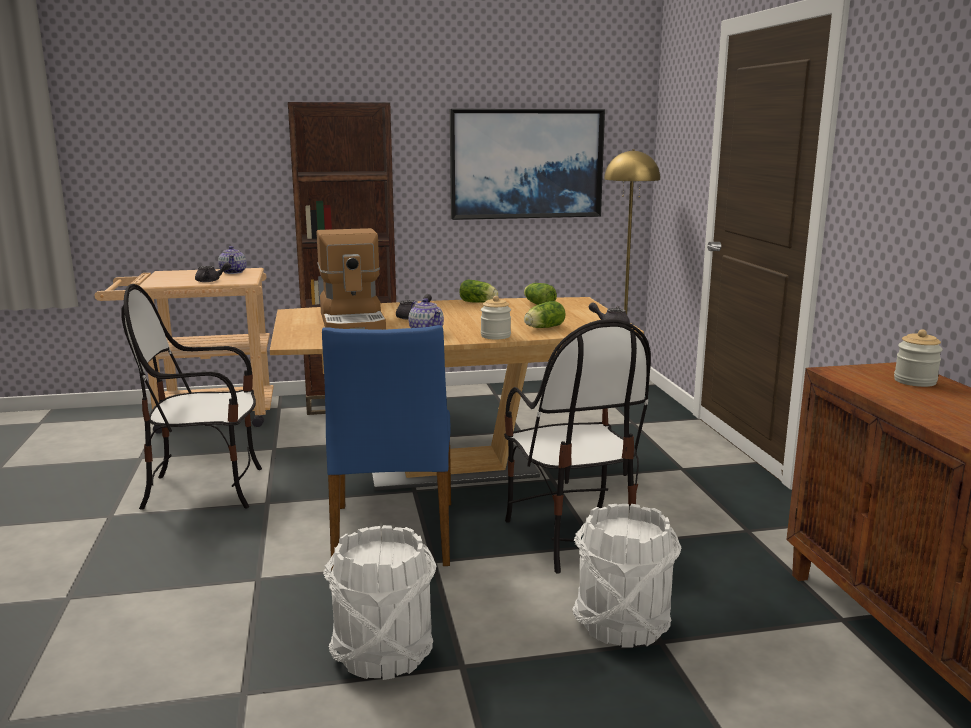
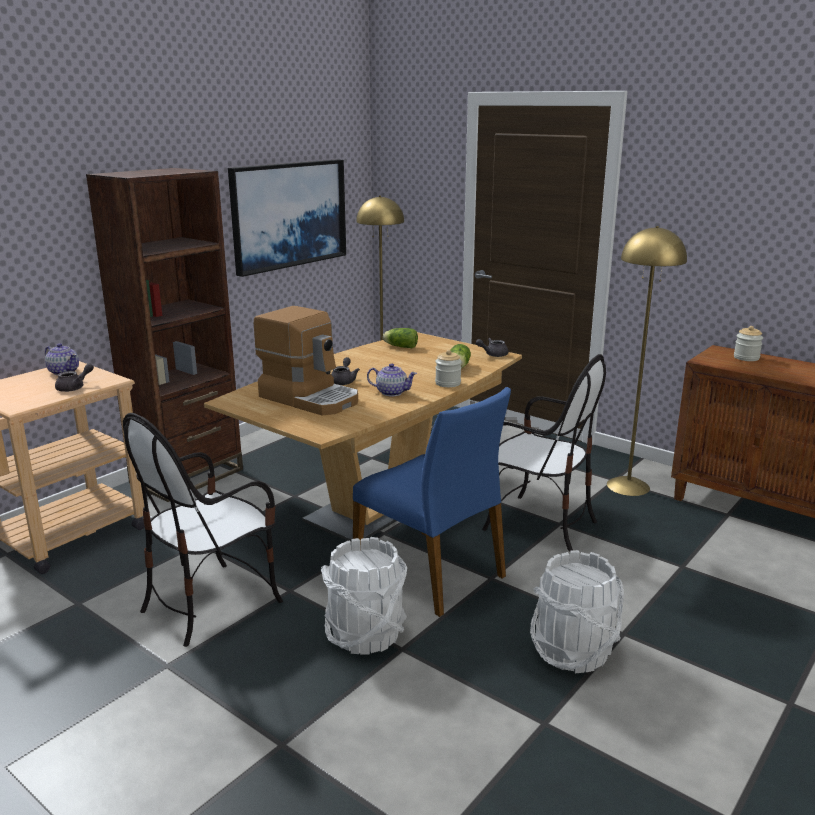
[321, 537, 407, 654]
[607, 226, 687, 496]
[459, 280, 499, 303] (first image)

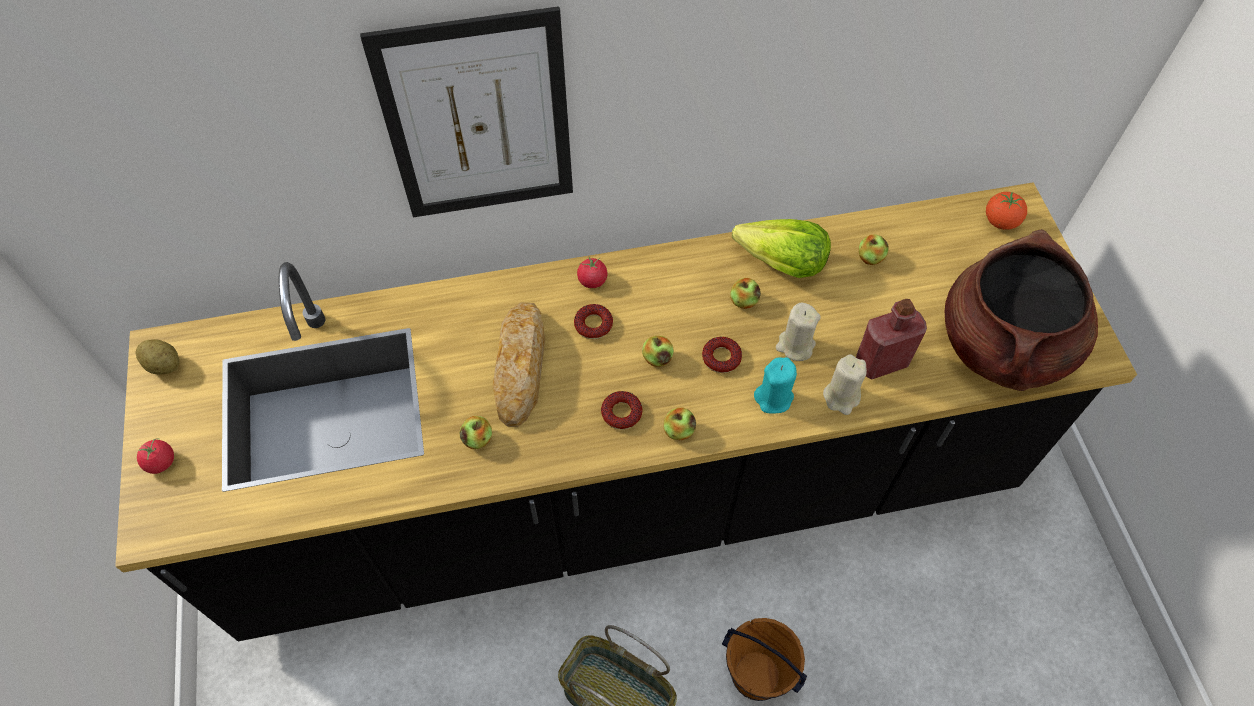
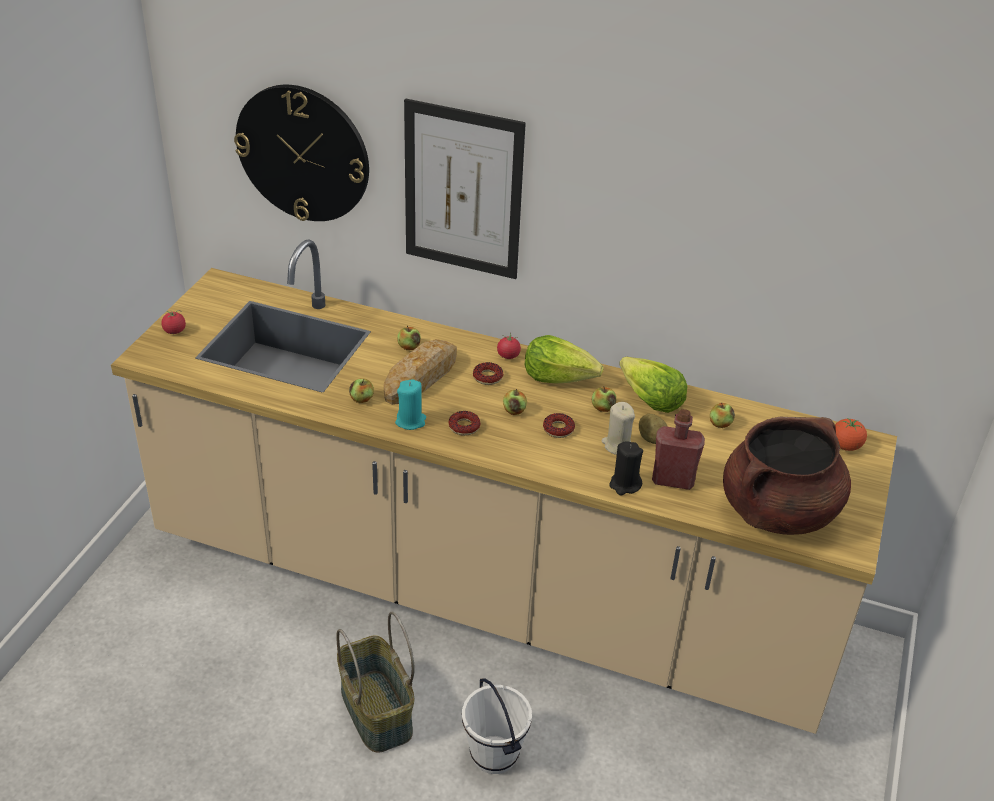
[111, 240, 897, 734]
[234, 85, 369, 221]
[395, 380, 426, 430]
[397, 326, 421, 350]
[462, 678, 532, 774]
[525, 335, 604, 383]
[609, 441, 643, 495]
[639, 414, 668, 444]

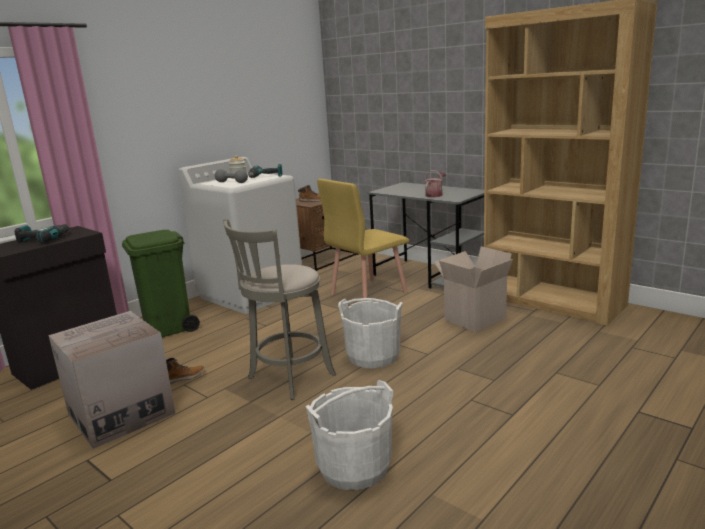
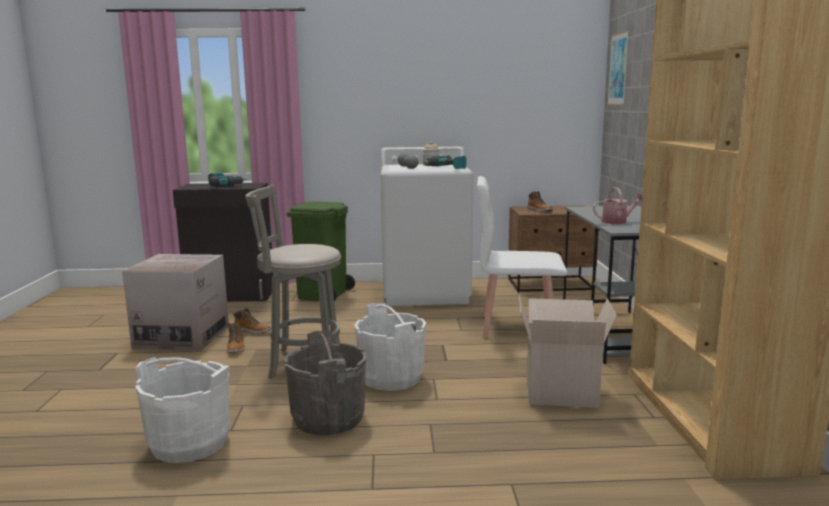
[227, 322, 245, 353]
[284, 331, 366, 435]
[477, 176, 567, 338]
[607, 30, 629, 105]

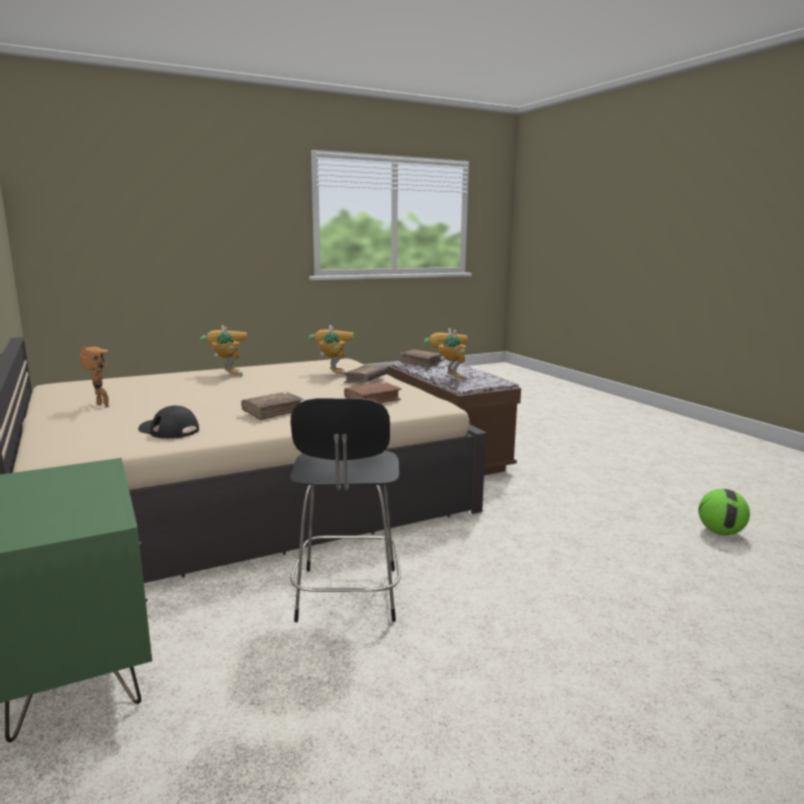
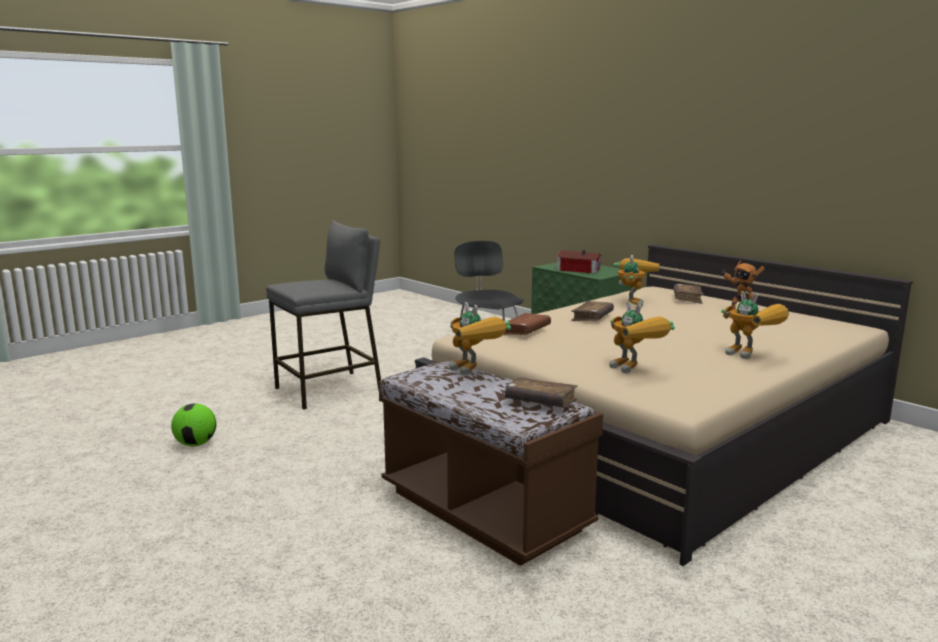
[266, 220, 381, 410]
[556, 250, 602, 273]
[613, 255, 660, 307]
[674, 284, 704, 304]

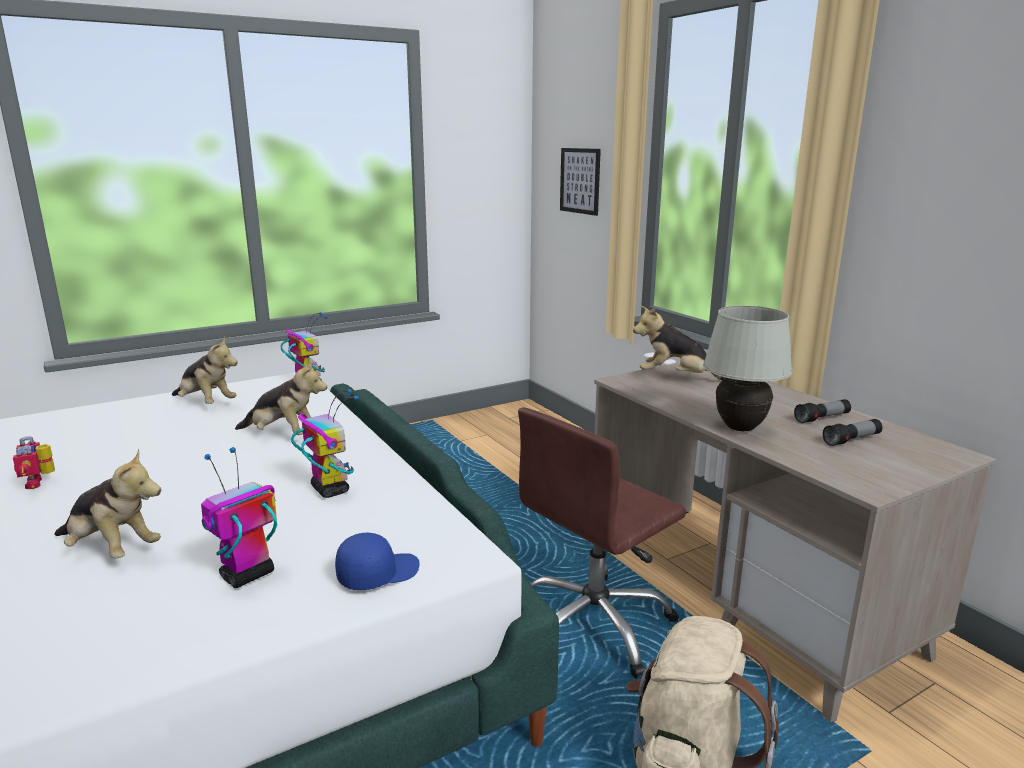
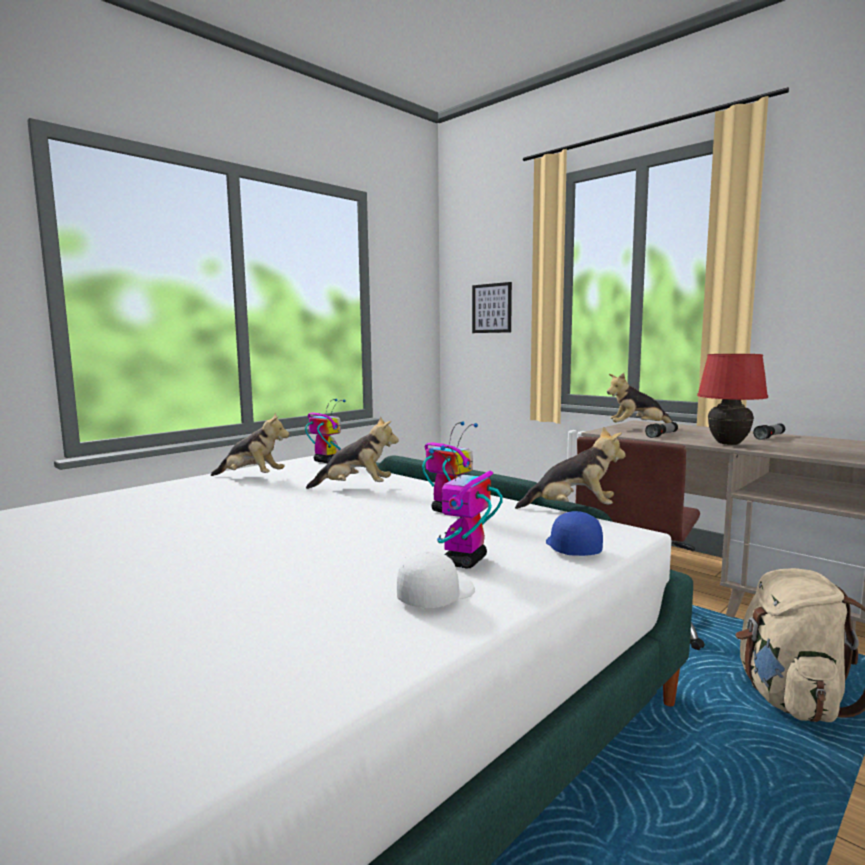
[397, 550, 475, 608]
[515, 427, 626, 509]
[546, 511, 603, 556]
[645, 422, 678, 438]
[697, 354, 768, 445]
[13, 436, 55, 489] (first image)

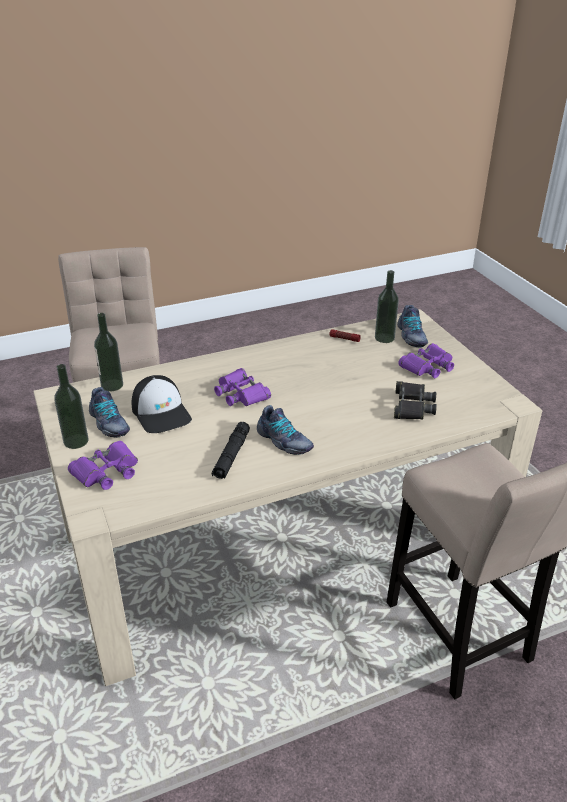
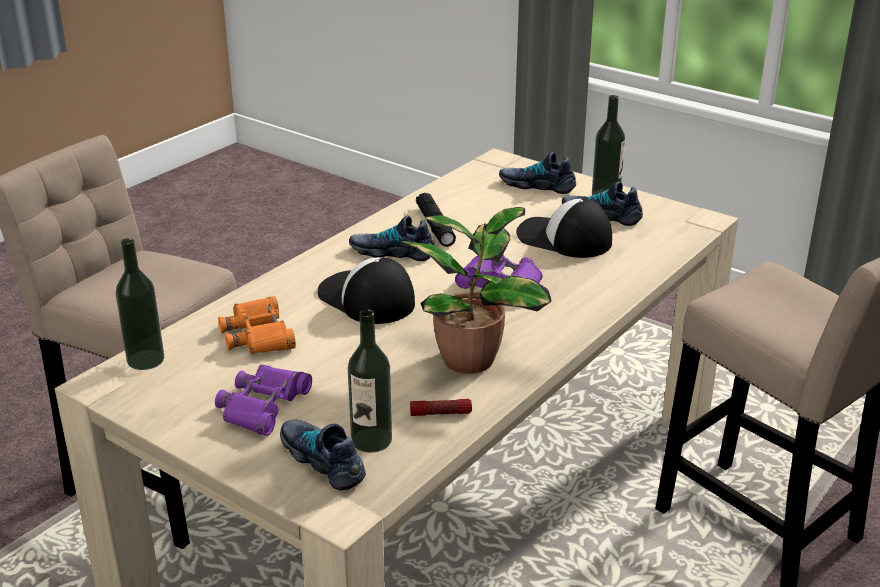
[116, 238, 164, 370]
[218, 296, 296, 354]
[317, 257, 415, 324]
[401, 207, 551, 374]
[499, 152, 576, 194]

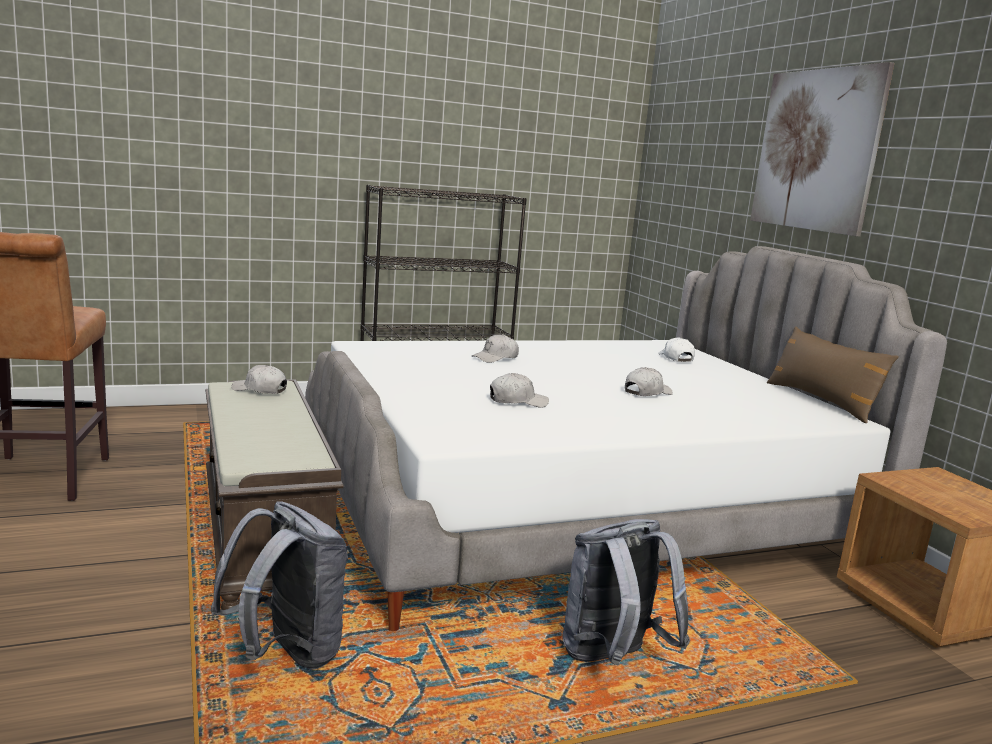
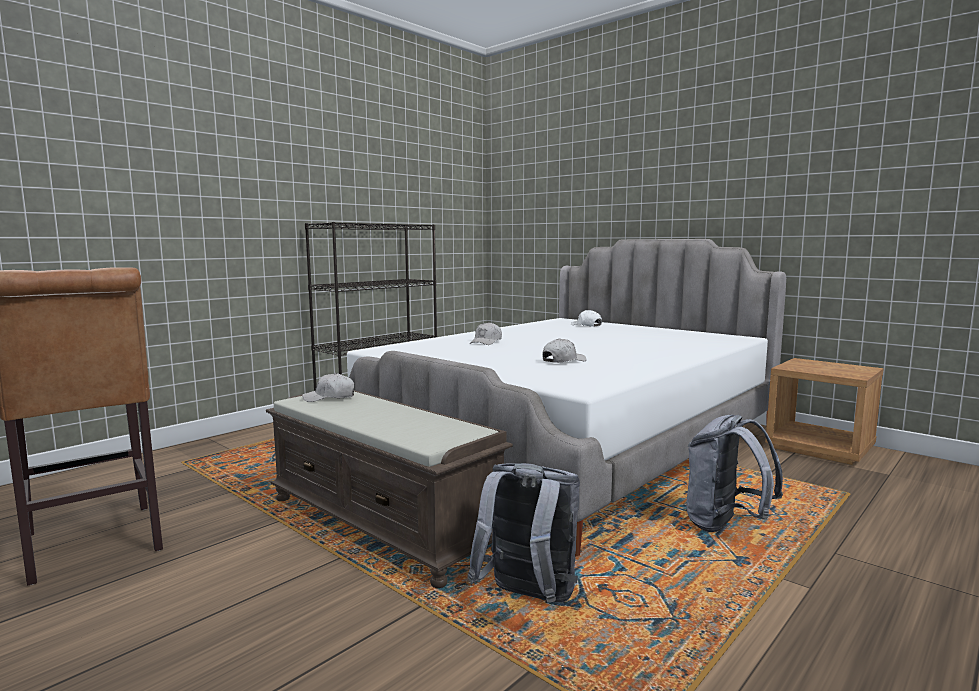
[625, 367, 673, 396] (first image)
[750, 62, 894, 236] (first image)
[767, 326, 899, 423] (first image)

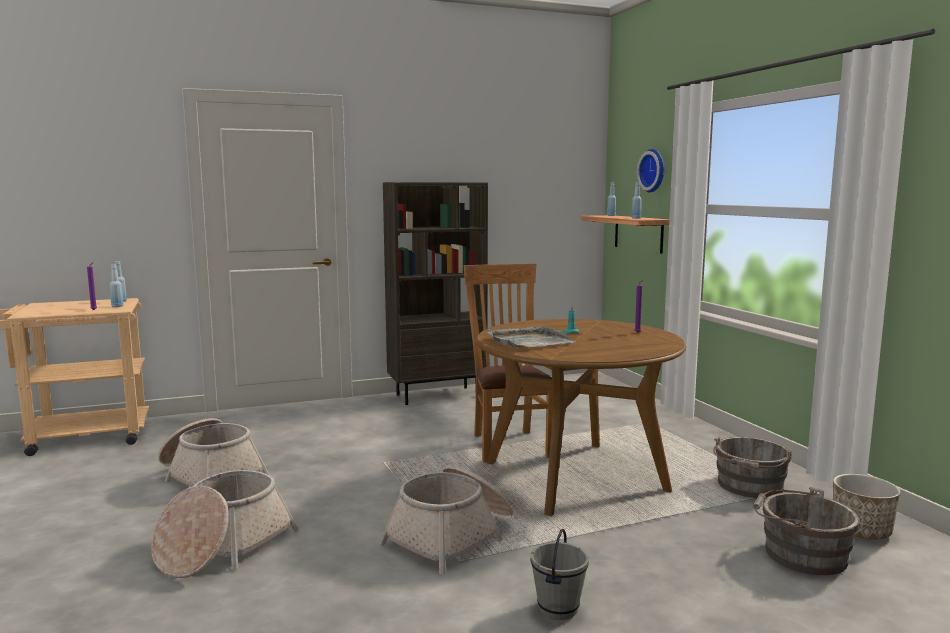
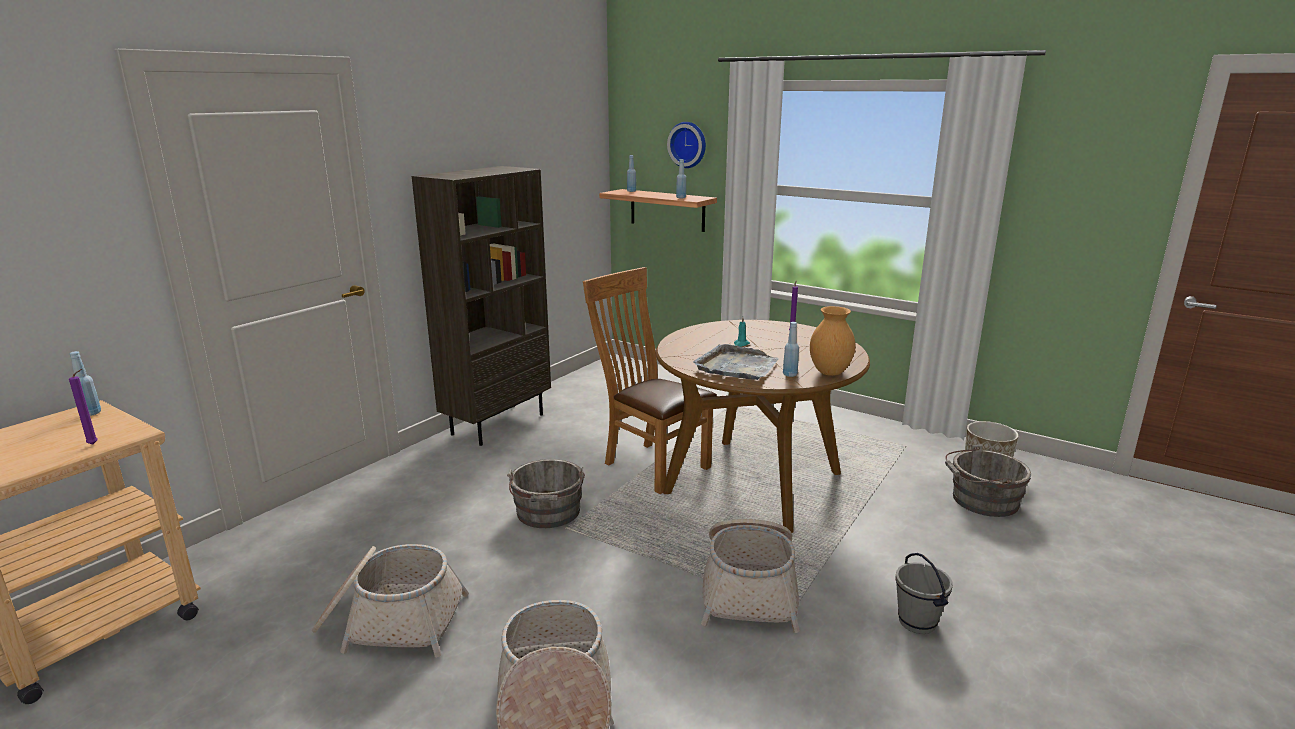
[507, 459, 585, 528]
[783, 322, 799, 377]
[810, 306, 855, 376]

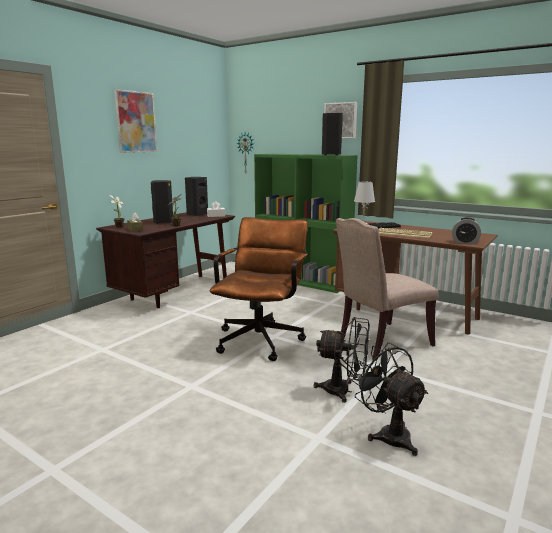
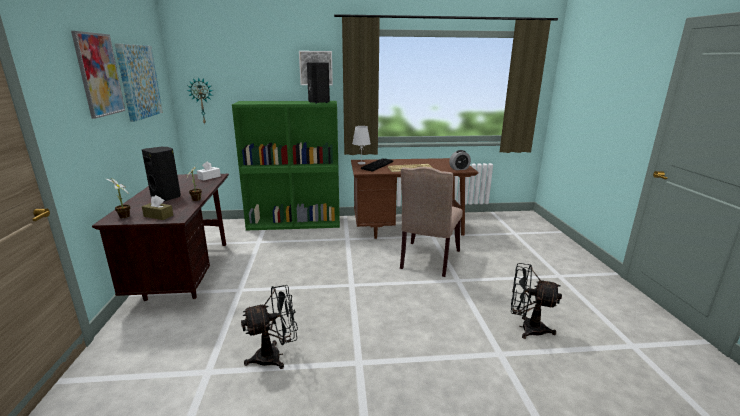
[115, 43, 163, 122]
[241, 285, 298, 369]
[185, 177, 208, 216] (first image)
[210, 217, 308, 361] (first image)

